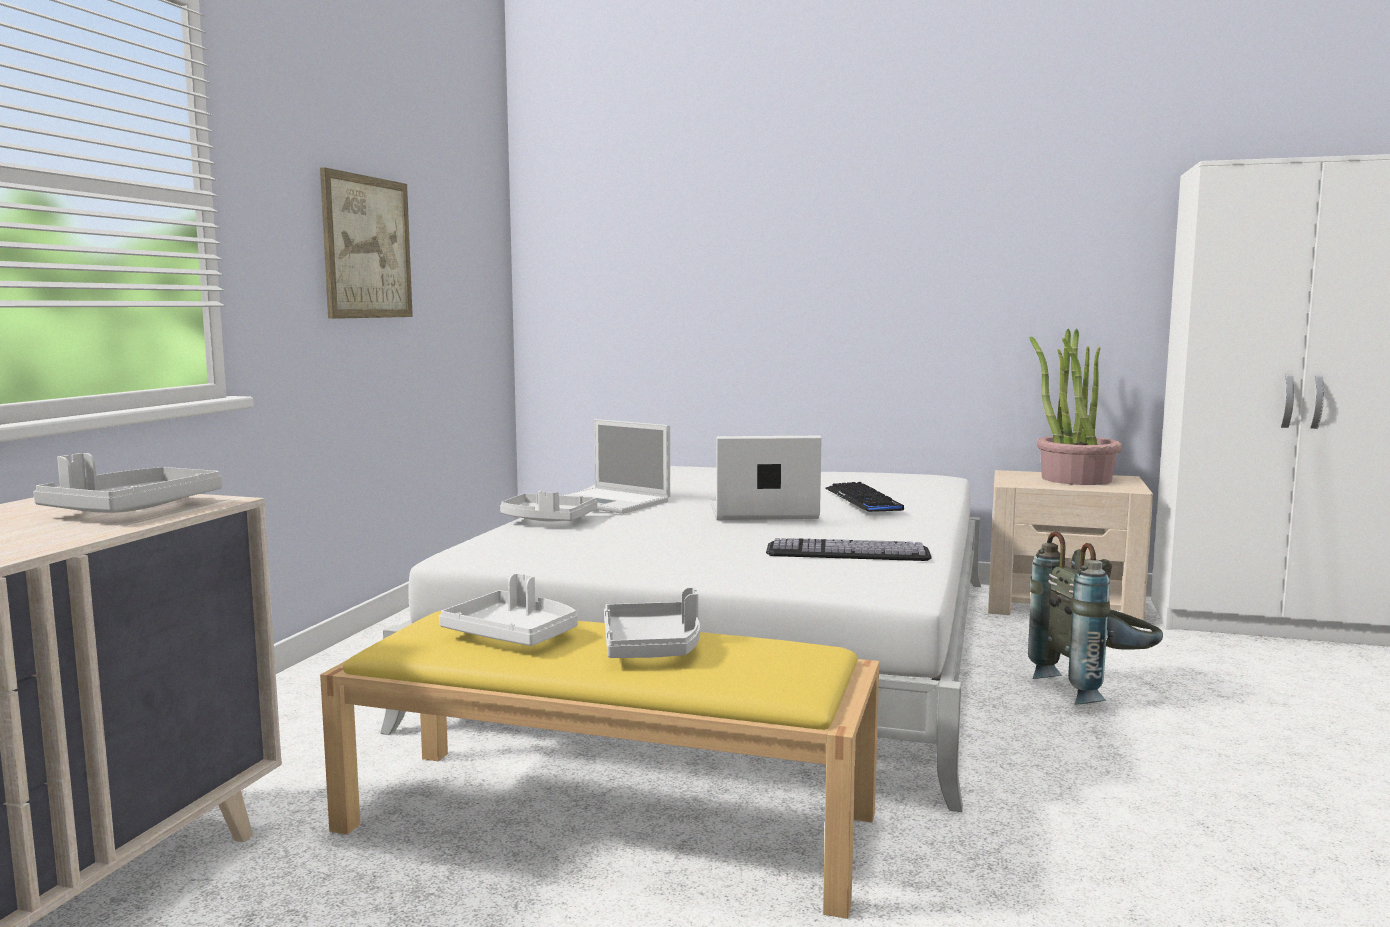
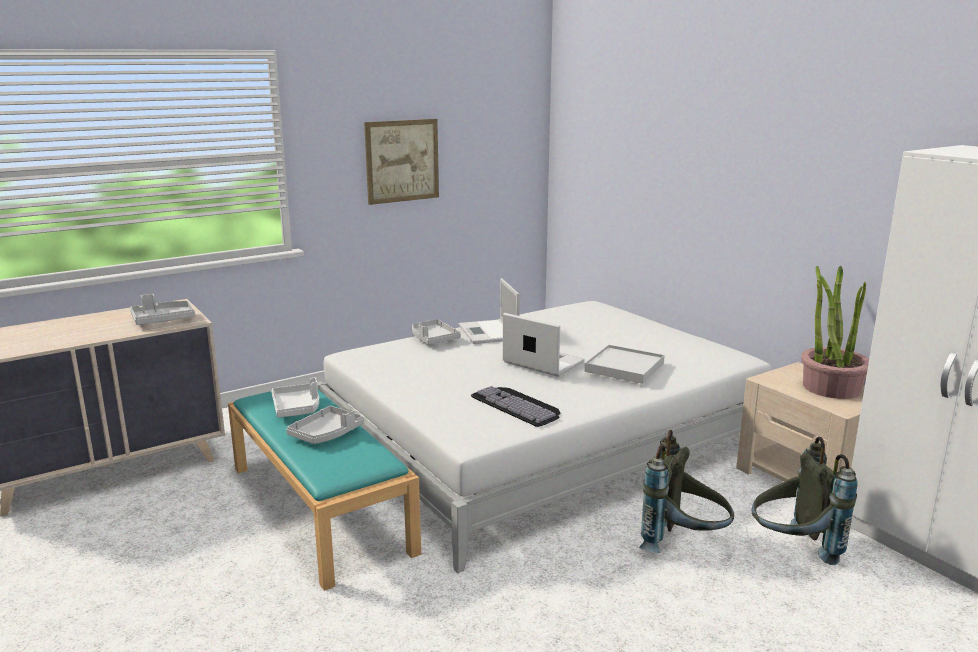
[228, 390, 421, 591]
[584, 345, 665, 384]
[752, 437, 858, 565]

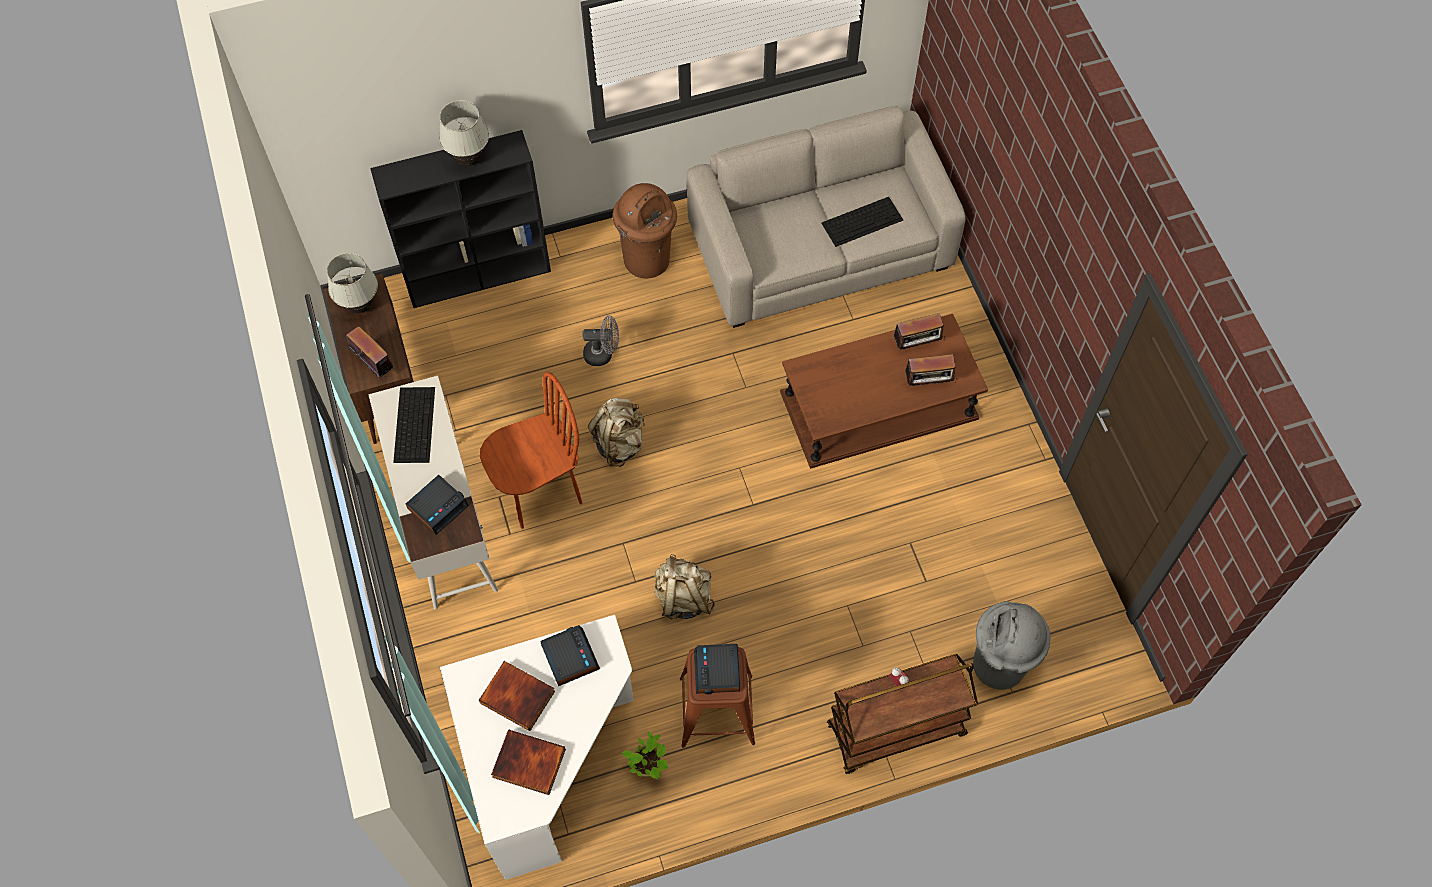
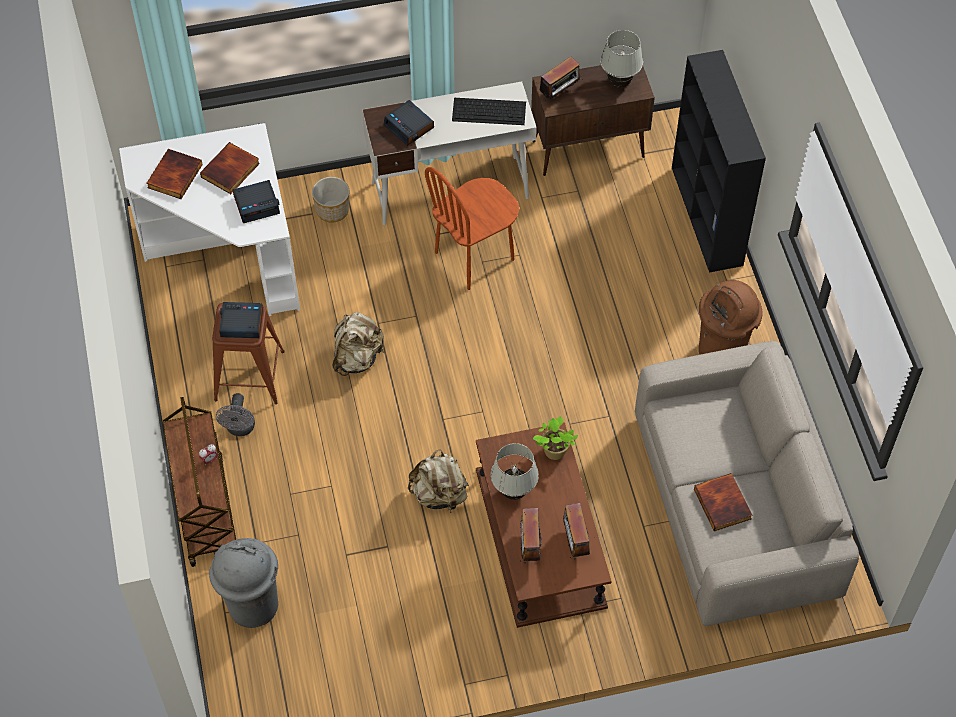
[216, 393, 255, 436]
[312, 177, 349, 222]
[408, 449, 469, 512]
[425, 167, 519, 290]
[491, 443, 539, 500]
[533, 416, 578, 460]
[694, 473, 752, 531]

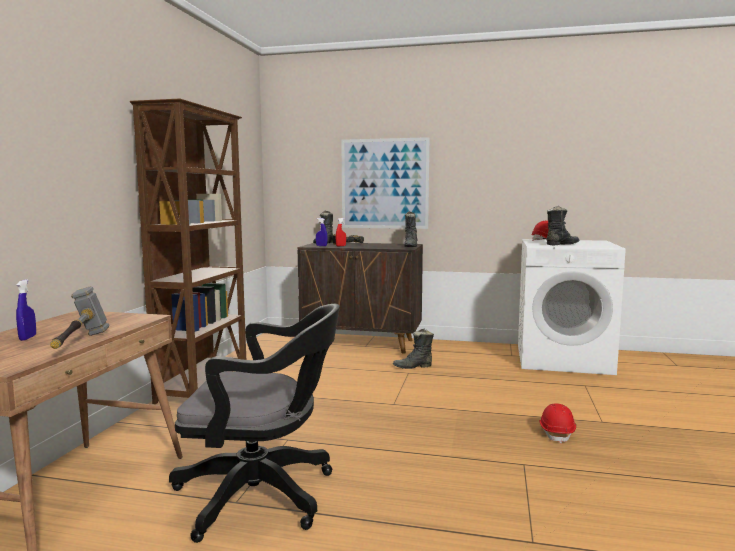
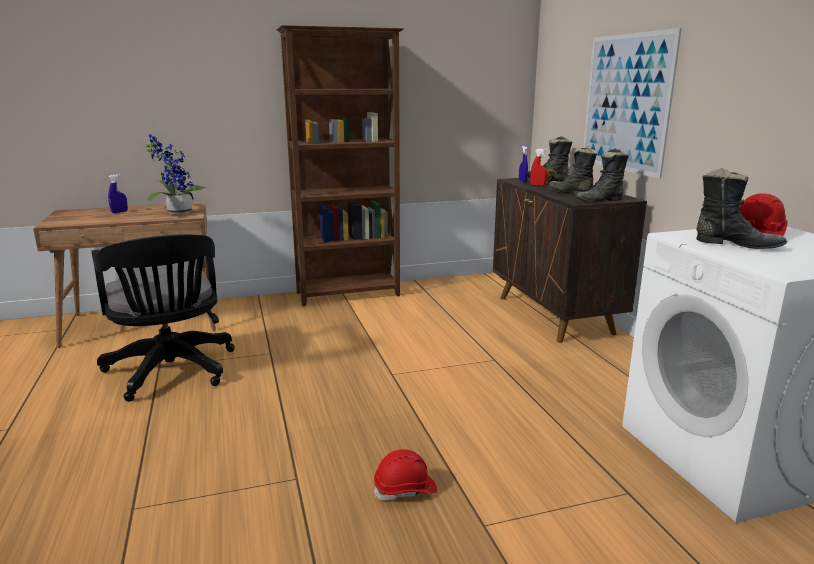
[146, 134, 206, 215]
[548, 146, 598, 195]
[50, 286, 110, 349] (first image)

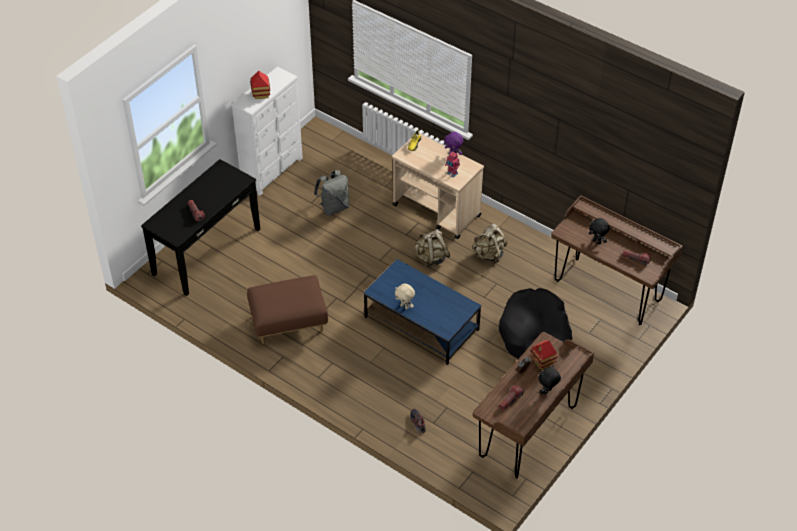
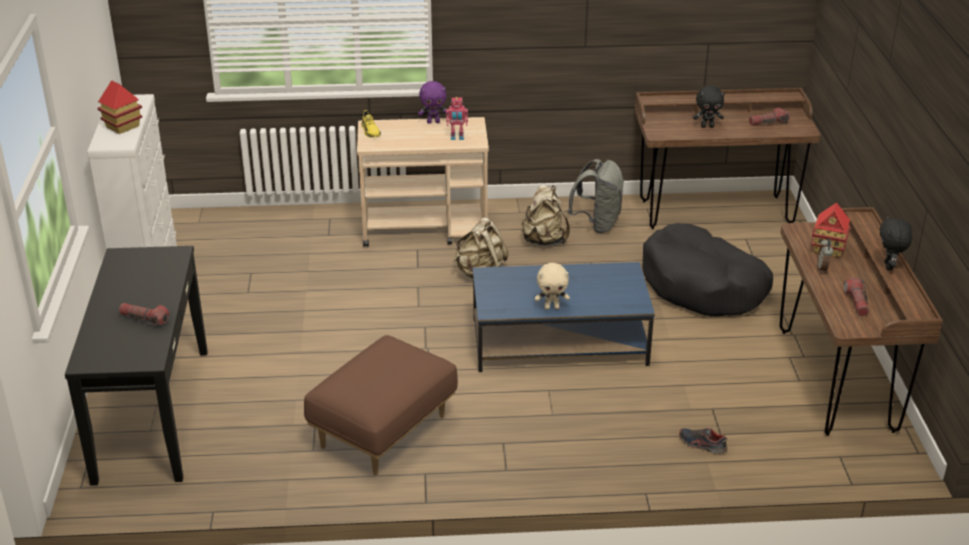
[568, 159, 624, 233]

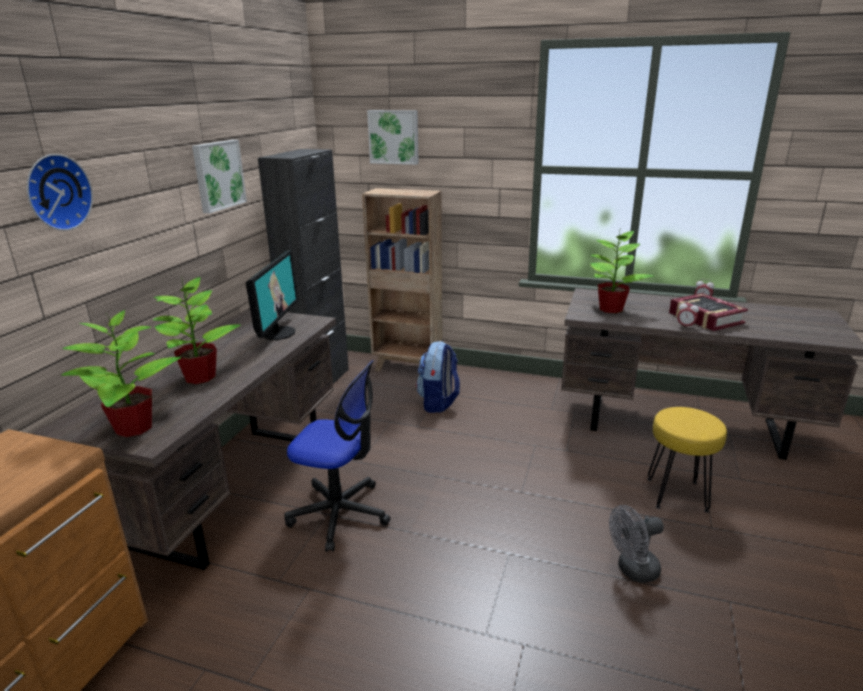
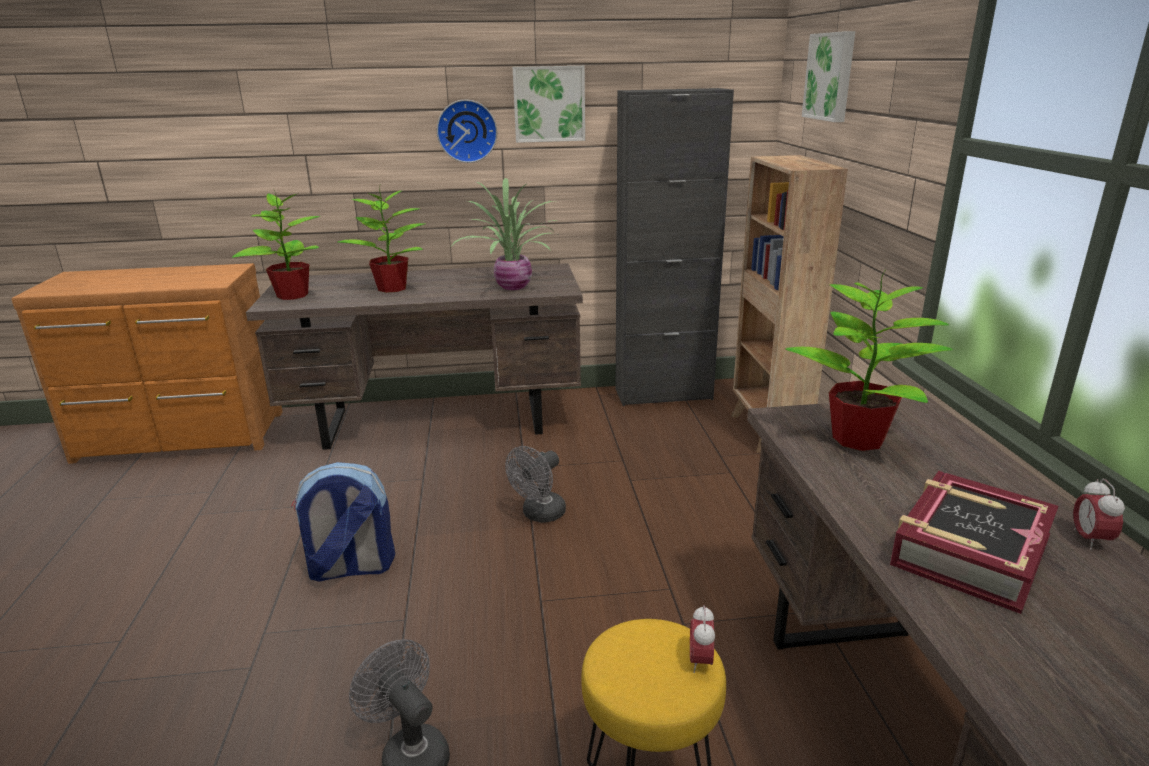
[291, 462, 395, 582]
[437, 100, 497, 163]
[452, 178, 560, 290]
[505, 446, 566, 523]
[690, 605, 715, 673]
[284, 360, 391, 552] (first image)

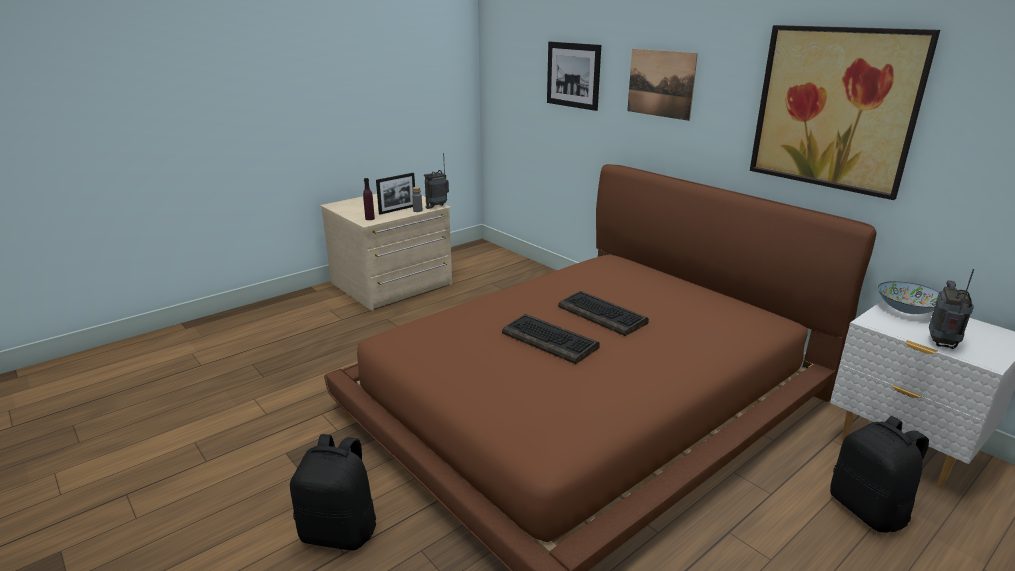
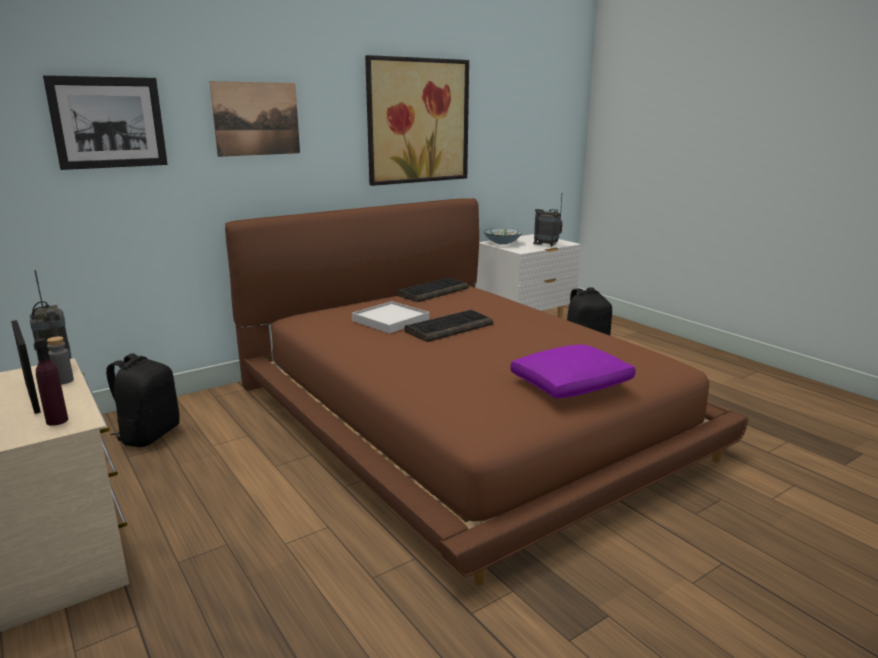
[106, 354, 180, 447]
[352, 301, 429, 334]
[397, 277, 469, 302]
[510, 345, 636, 398]

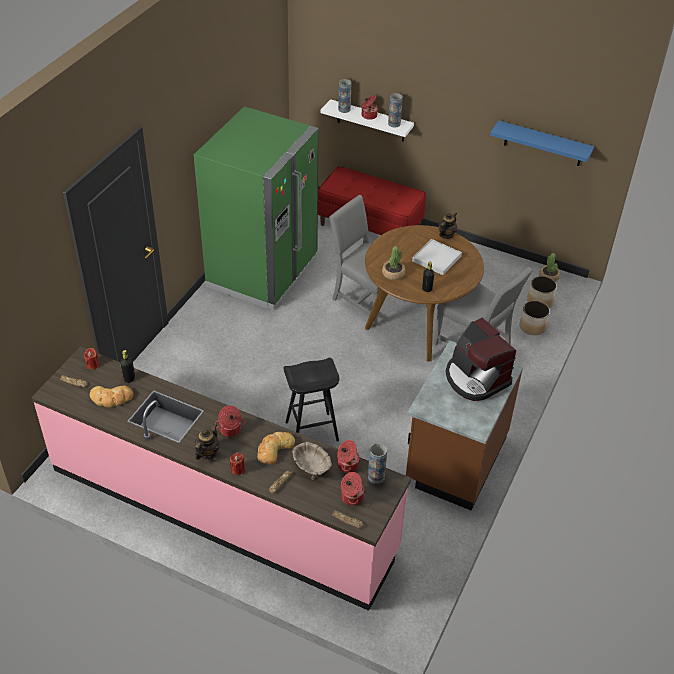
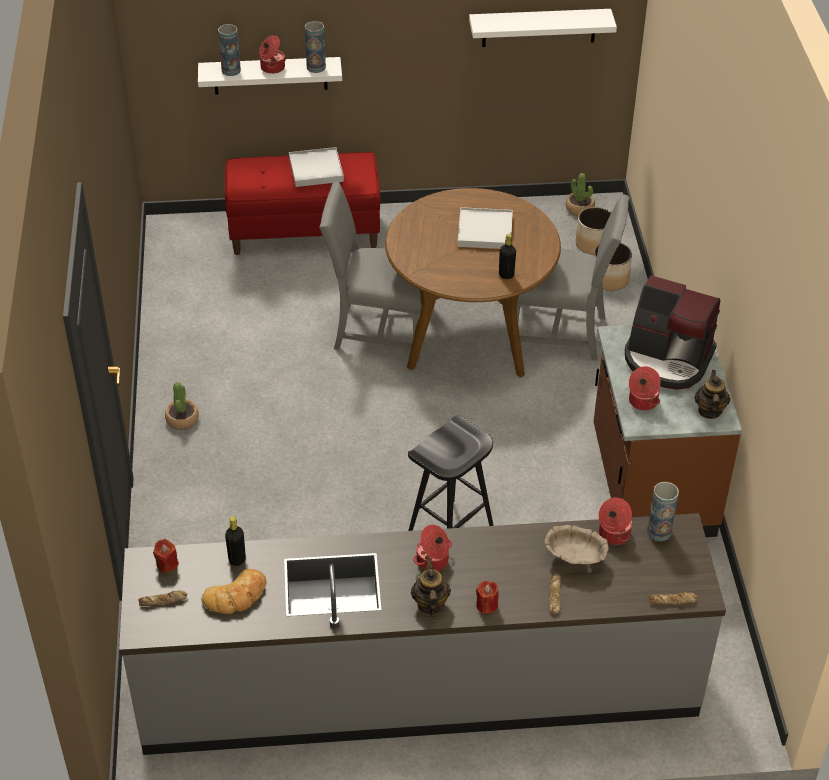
[119, 513, 726, 755]
[165, 382, 199, 430]
[289, 147, 344, 187]
[469, 9, 617, 47]
[629, 366, 661, 411]
[694, 370, 731, 419]
[194, 106, 319, 310] (first image)
[257, 432, 295, 464] (first image)

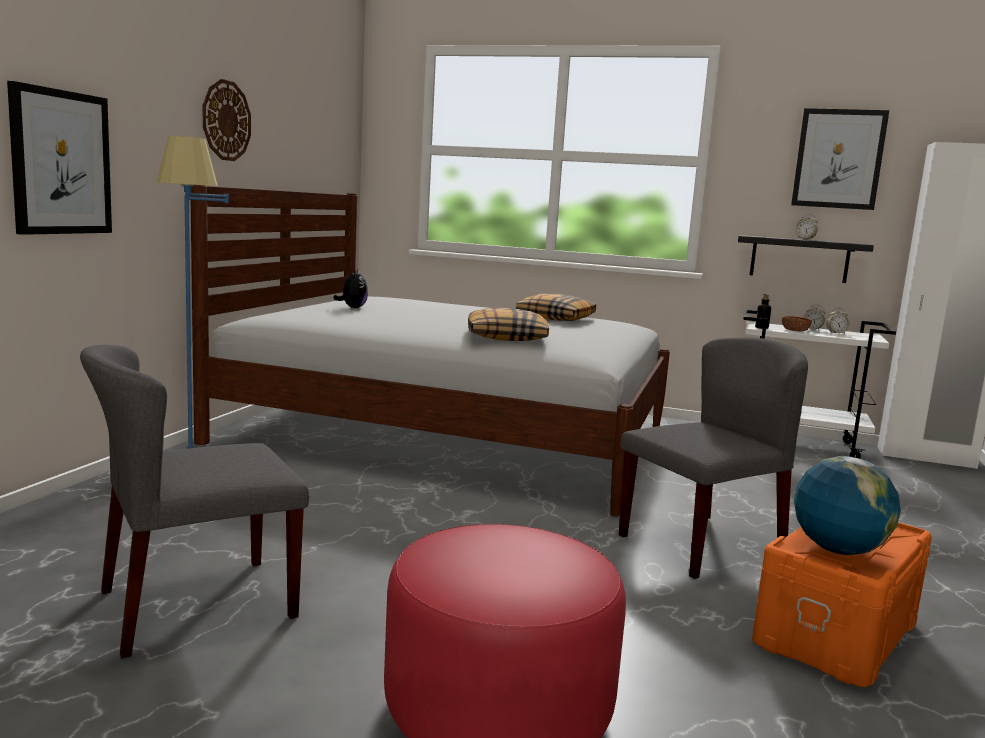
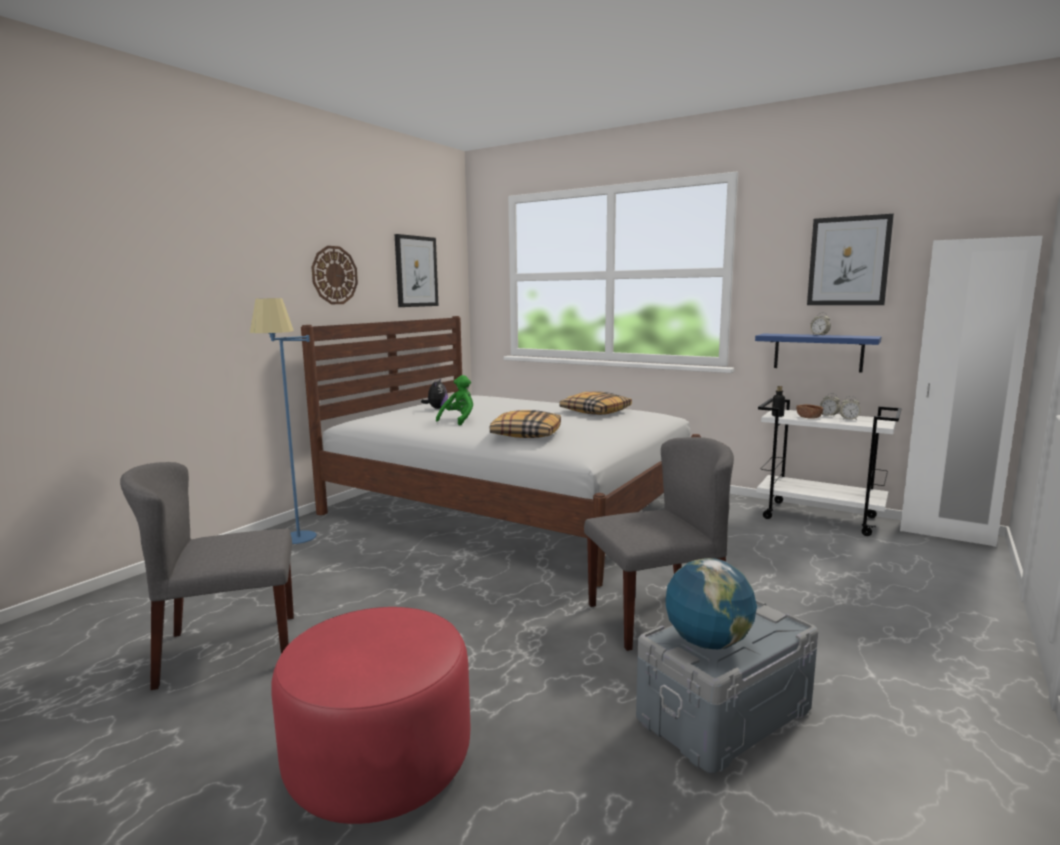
[395, 234, 438, 307]
[436, 375, 473, 425]
[636, 599, 818, 774]
[755, 333, 881, 373]

